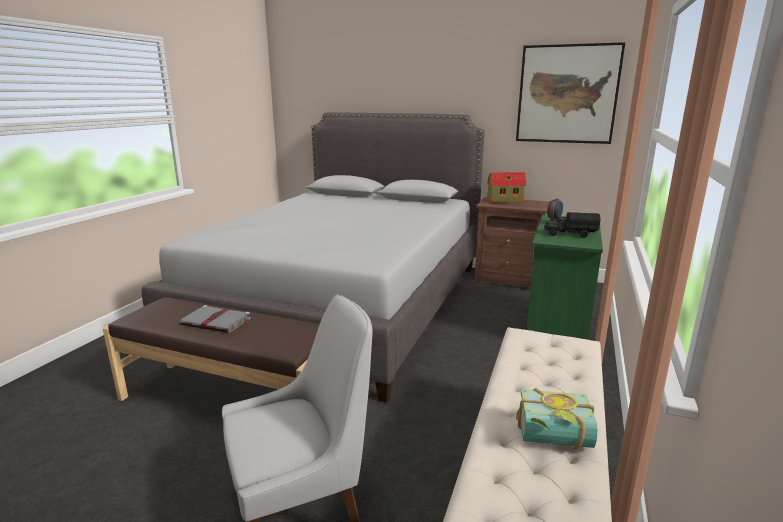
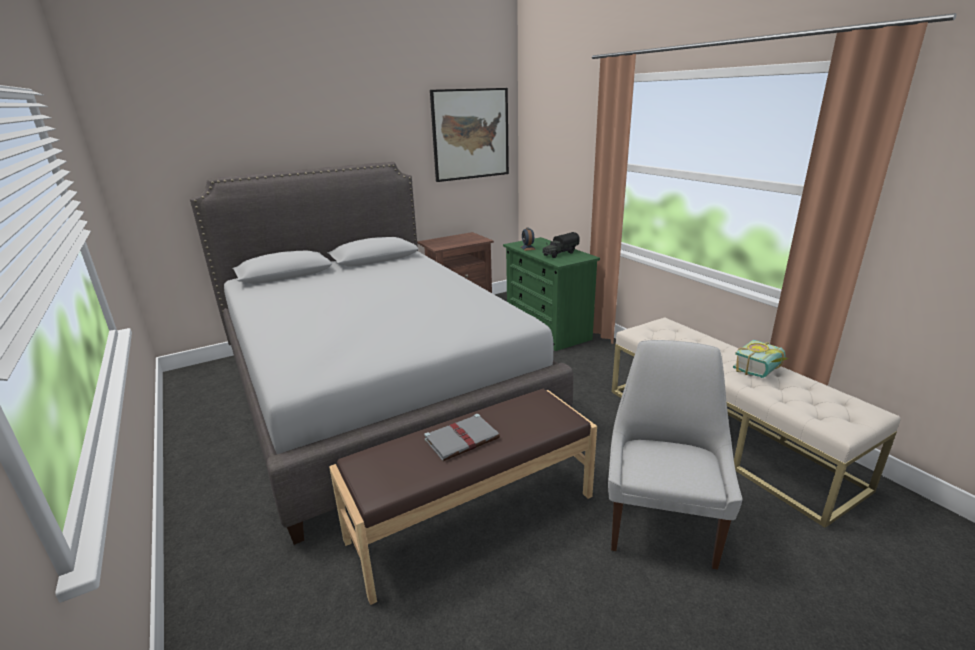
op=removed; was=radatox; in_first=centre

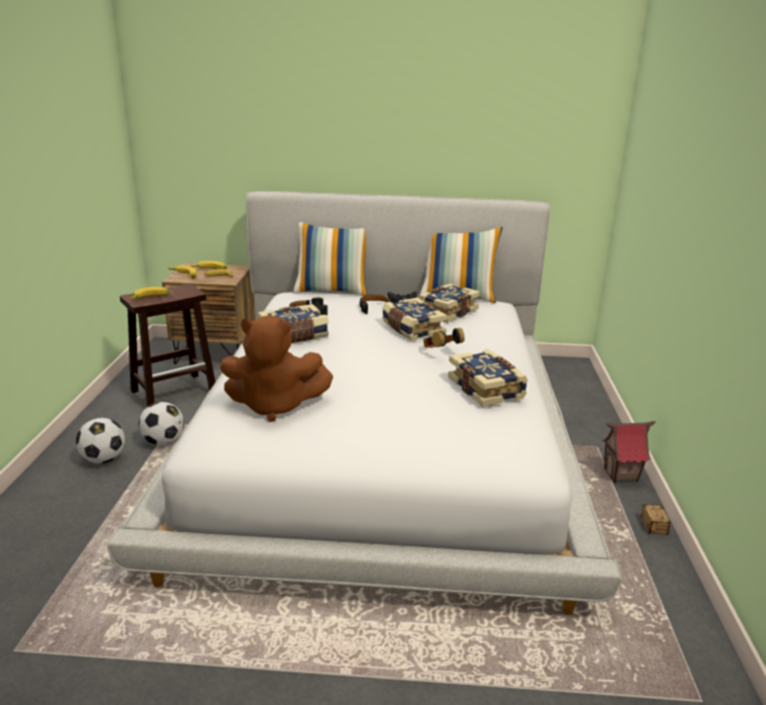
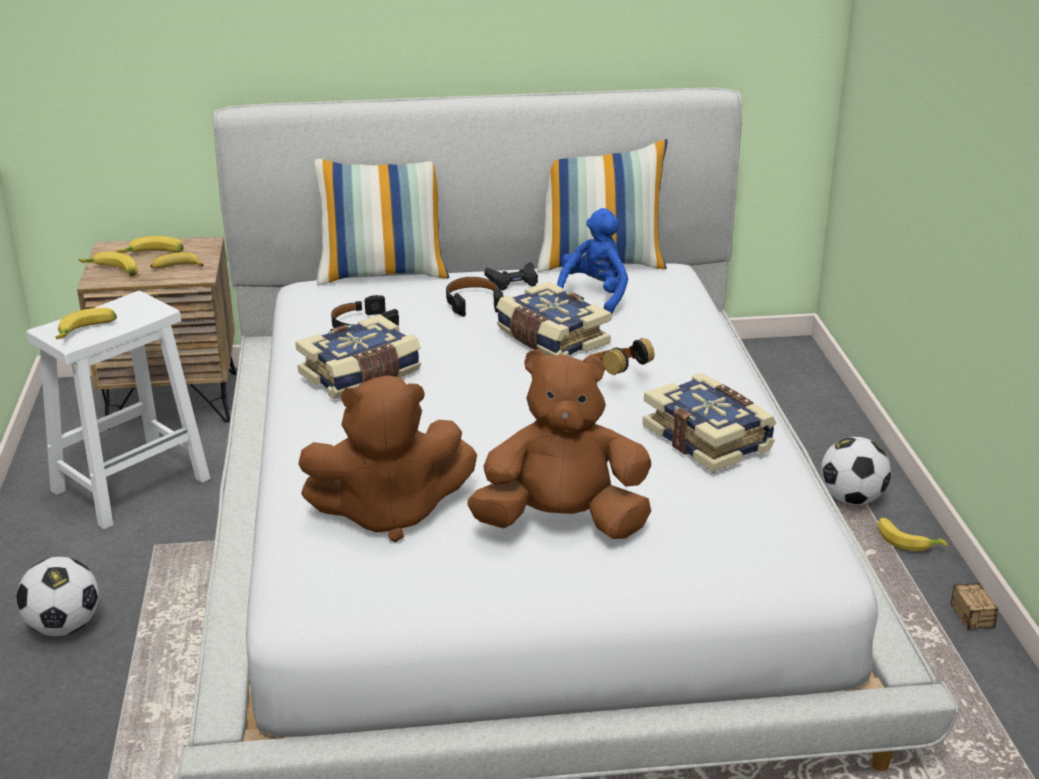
op=recoloured; was=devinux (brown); now=devinux (white); in_first=middle left; in_second=middle left
op=added; now=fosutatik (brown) (2nd from left); in_second=centre
op=replaced; was=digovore (3rd from left); now=fosutatik (blue); in_first=centre; in_second=centre
op=moved; was=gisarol (2nd from left); in_first=middle left; in_second=middle right
op=replaced; was=radatox; now=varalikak (5th from left); in_first=middle right; in_second=bottom right

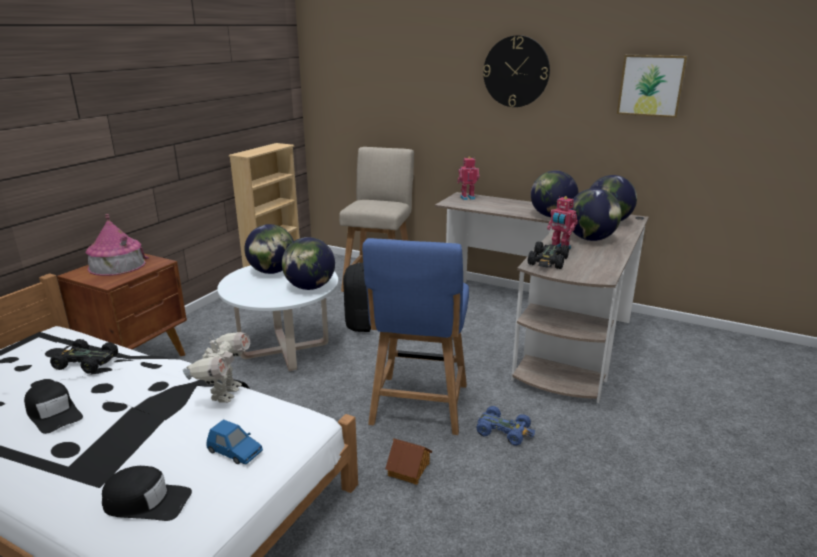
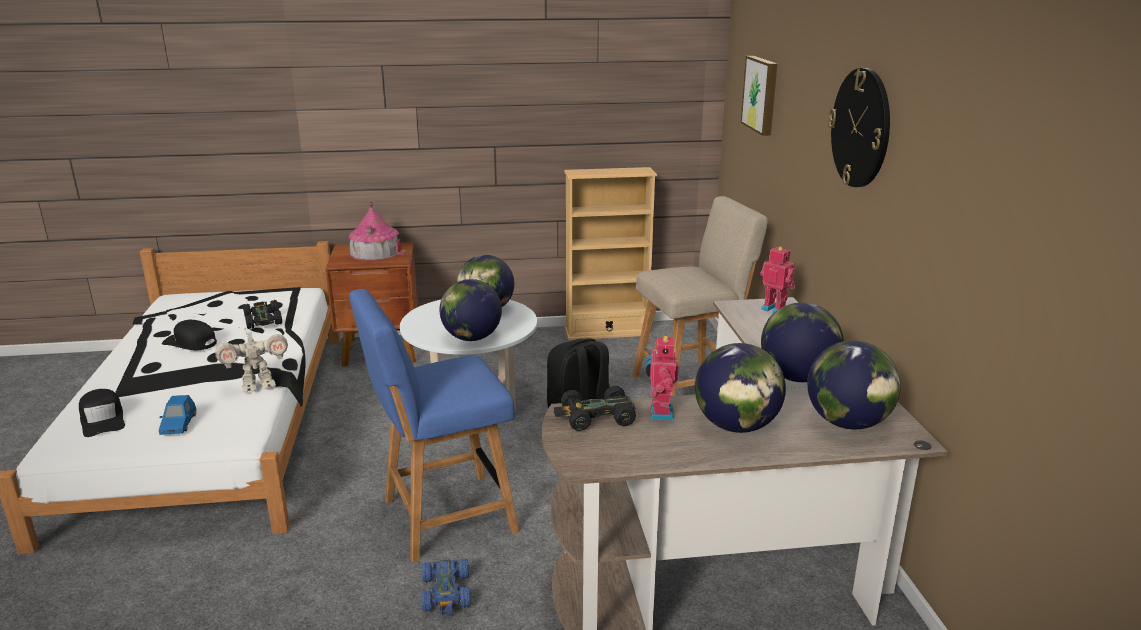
op=turned; was=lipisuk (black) (1st from left in the first image); in_first=bottom left; in_second=middle left; clockwise=105
op=moved; was=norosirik; in_first=top right; in_second=top centre
op=removed; was=radatox (2nd from left); in_first=bottom centre

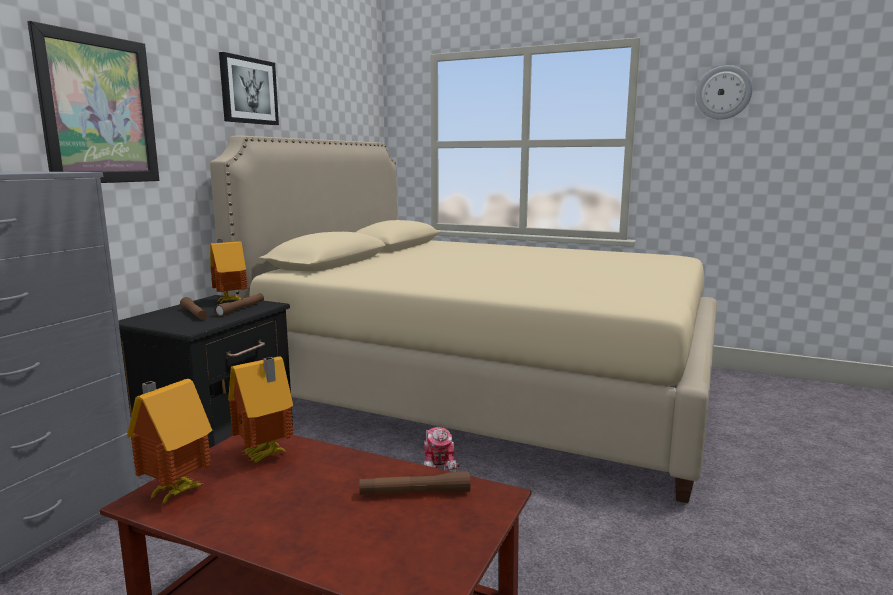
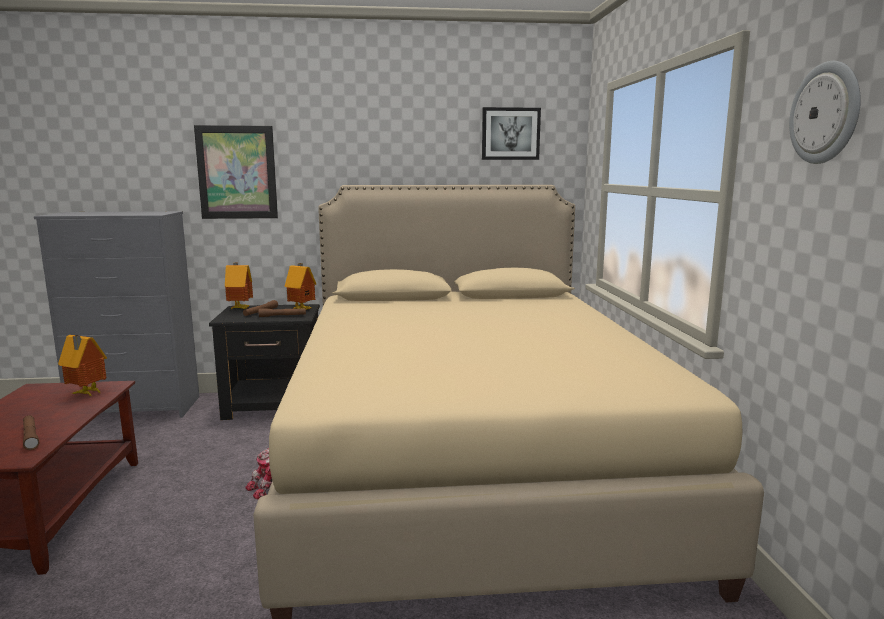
op=moved; was=radatox (1st from left in the first image); now=radatox (2nd from left); in_first=bottom left; in_second=middle left
op=moved; was=norosirik (2nd from left); in_first=top left; in_second=top centre

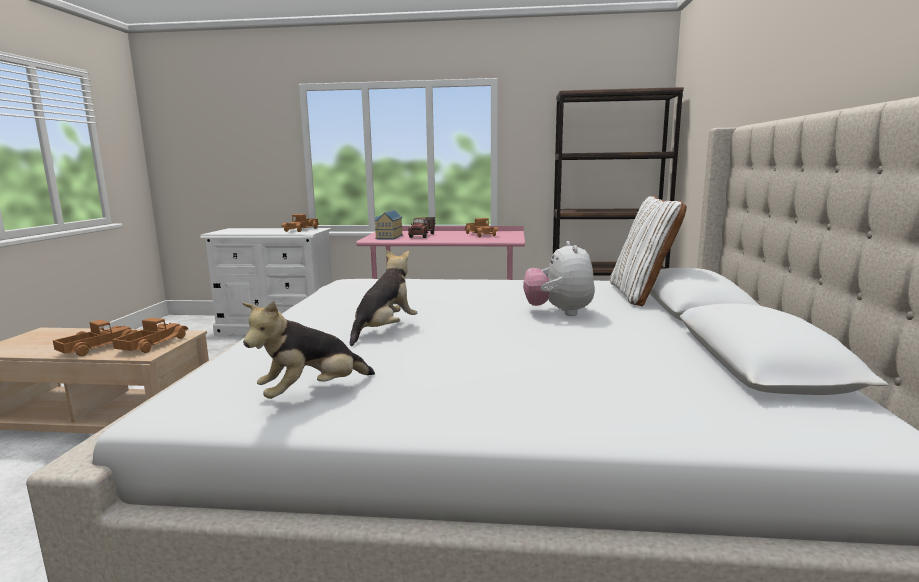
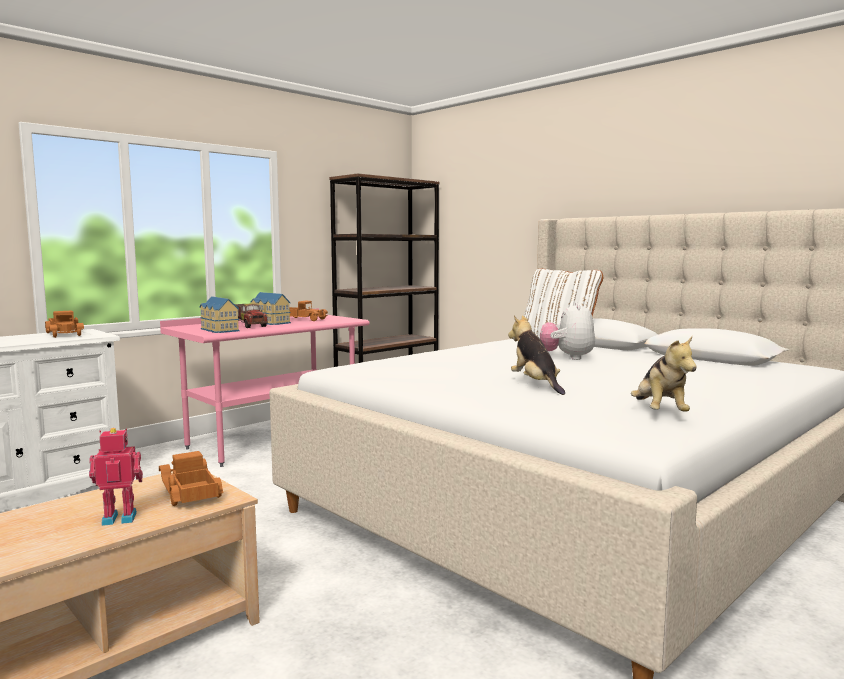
op=replaced; was=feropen (1st from left); now=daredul; in_first=middle left; in_second=bottom left
op=added; now=radatox (2nd from left); in_second=middle left
op=turned; was=fosutatik (3rd from left in the first image); in_first=centre; in_second=middle right; clockwise=60

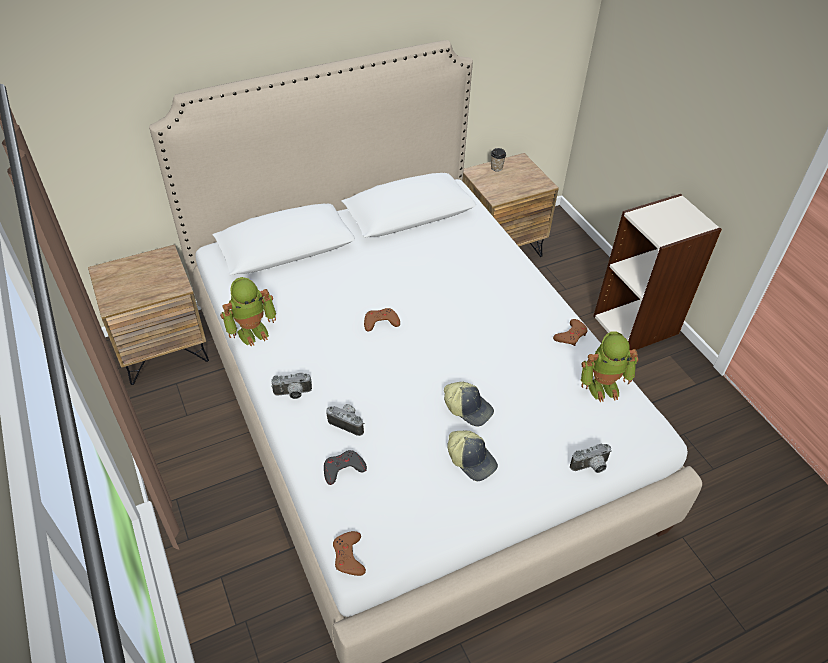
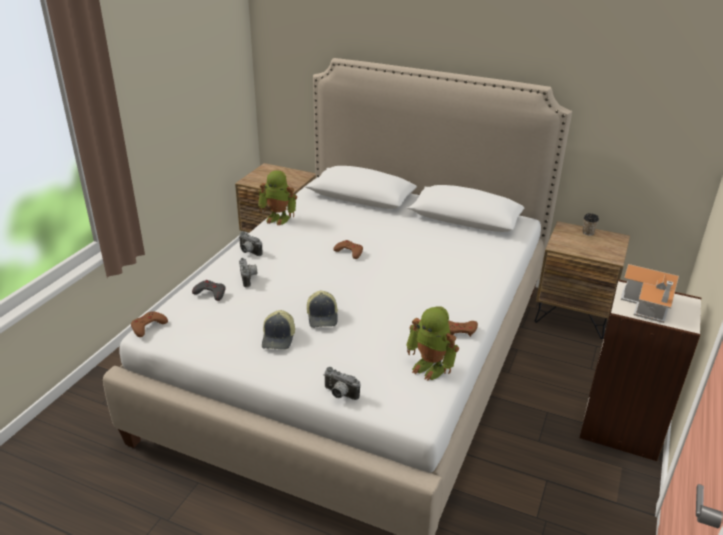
op=added; now=radatox; in_second=middle right

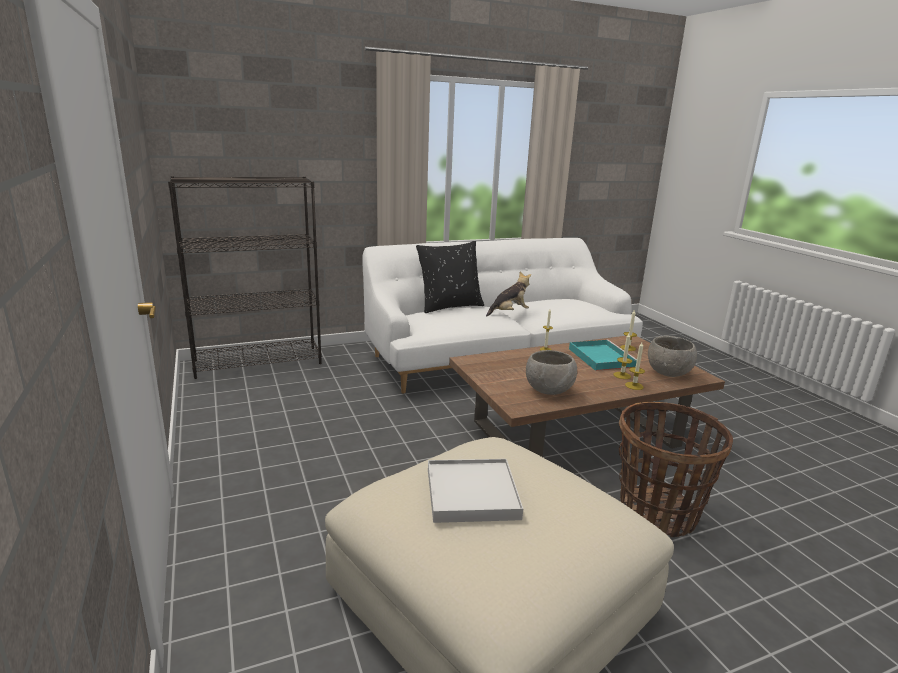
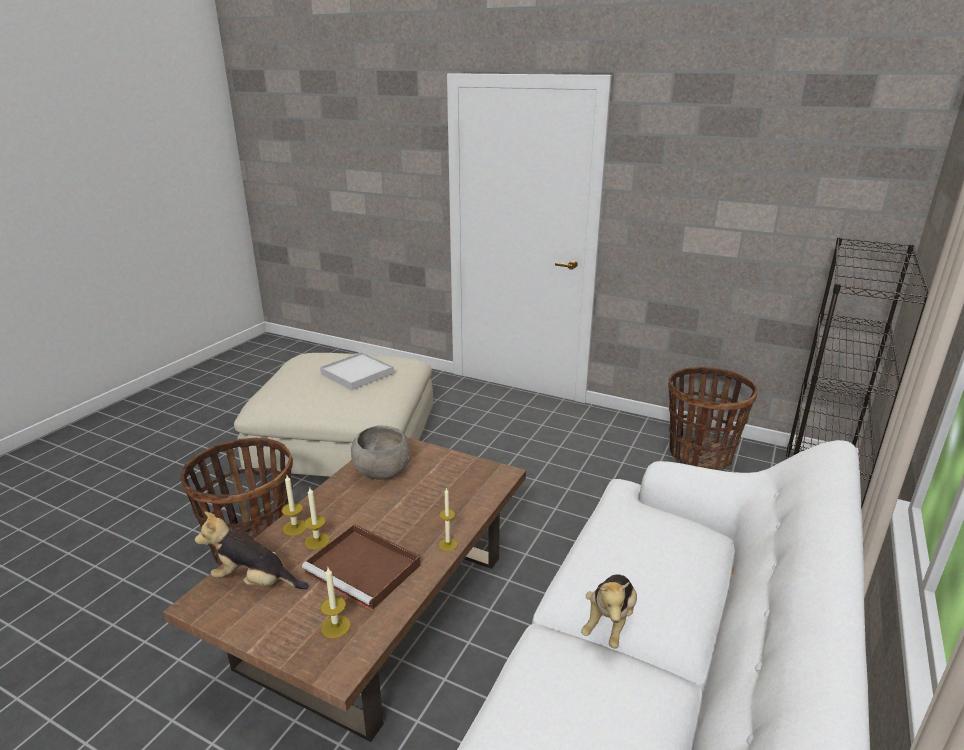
op=replaced; was=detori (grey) (2nd from left); now=fosutatik (1st from left); in_first=middle right; in_second=bottom left
op=recoloured; was=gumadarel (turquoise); now=gumadarel (brown); in_first=middle right; in_second=bottom centre
op=added; now=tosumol (2nd from left); in_second=middle right
op=removed; was=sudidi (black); in_first=centre

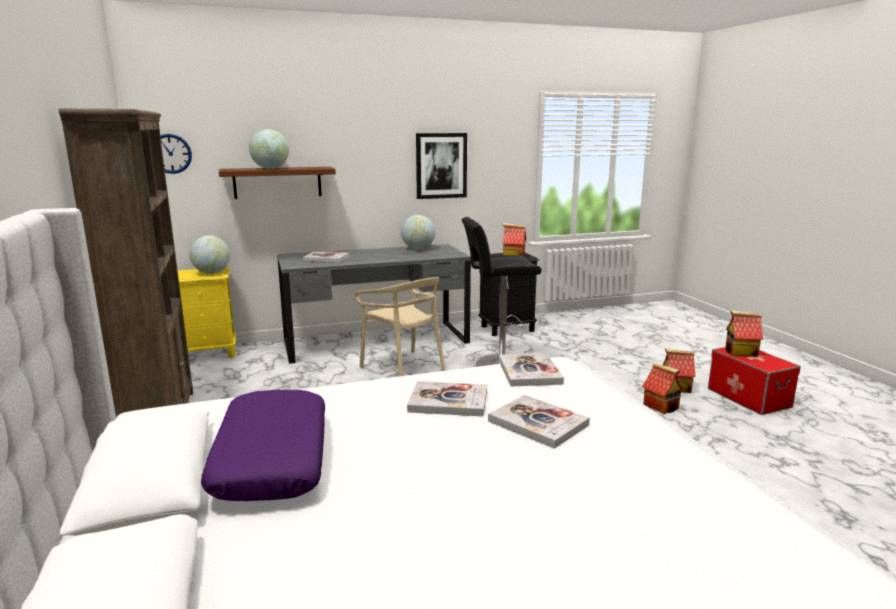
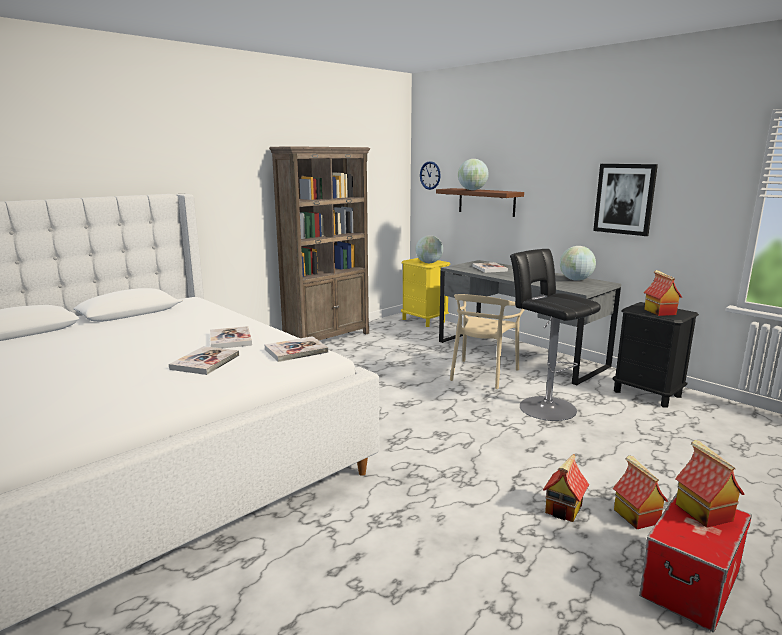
op=removed; was=sudidi (purple); in_first=bottom left

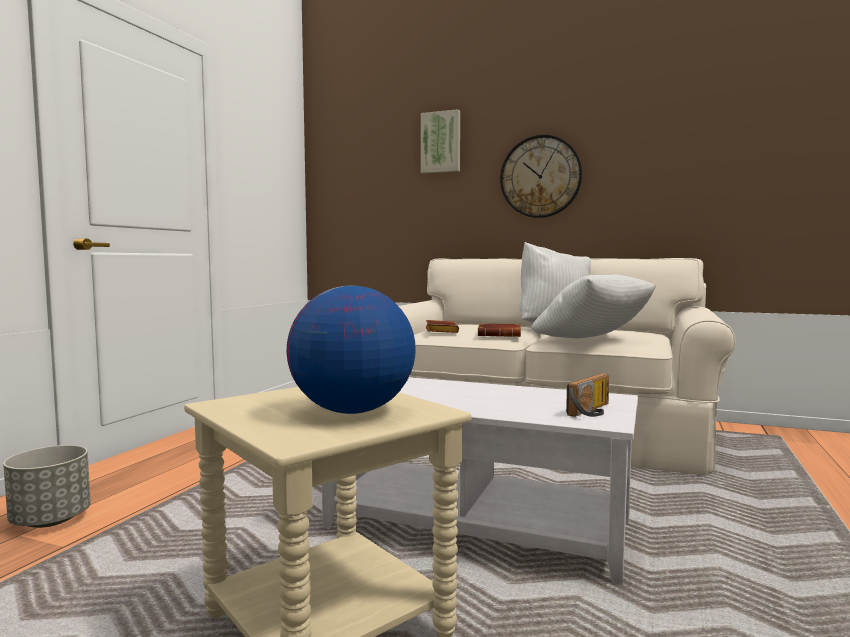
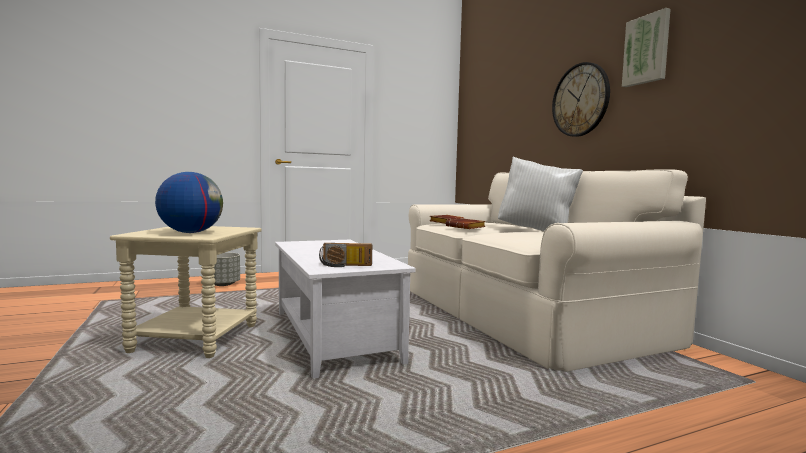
op=moved; was=norosirik; in_first=top centre; in_second=top right
op=removed; was=sudidi (white) (2nd from left); in_first=middle right

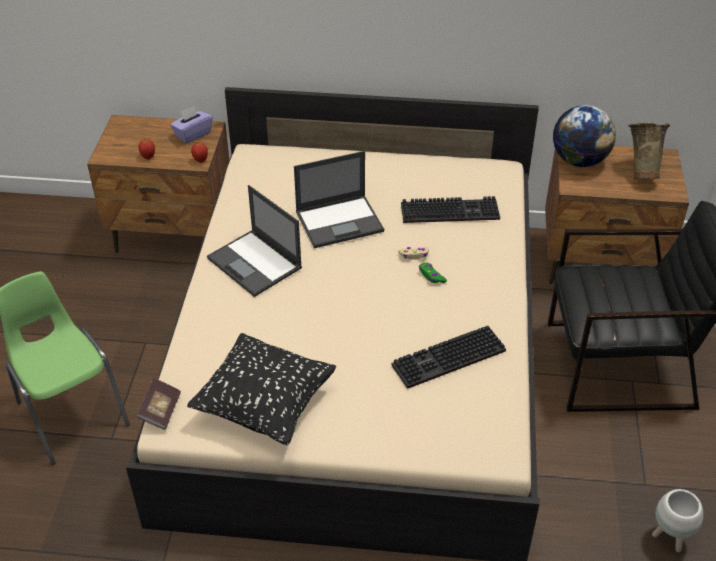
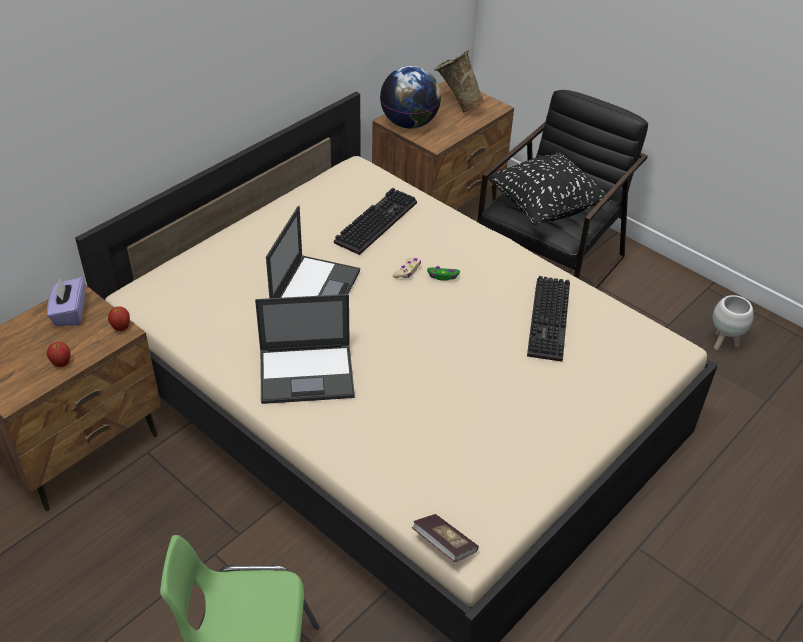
op=moved; was=sudidi (black); in_first=bottom centre; in_second=top right

